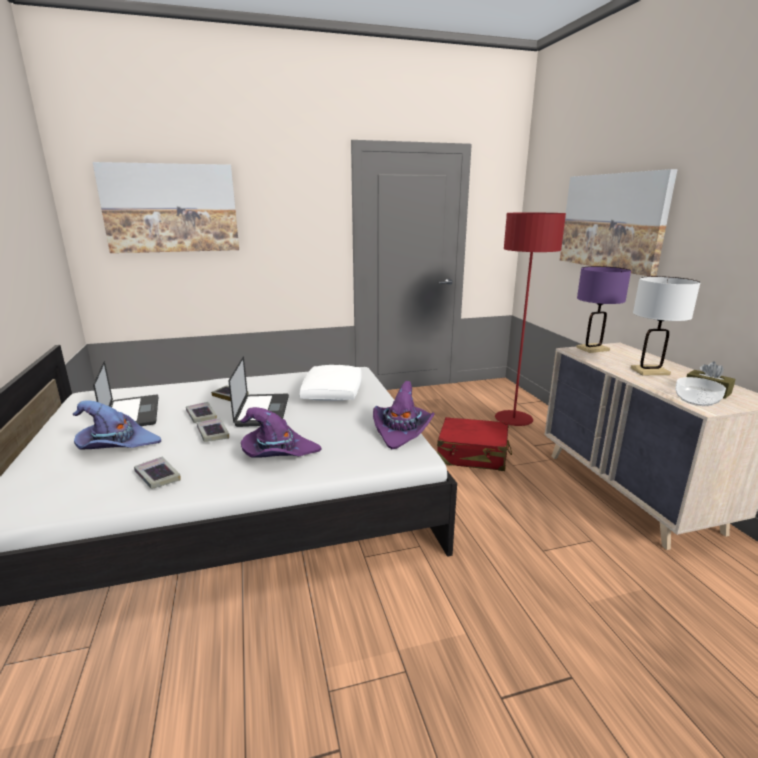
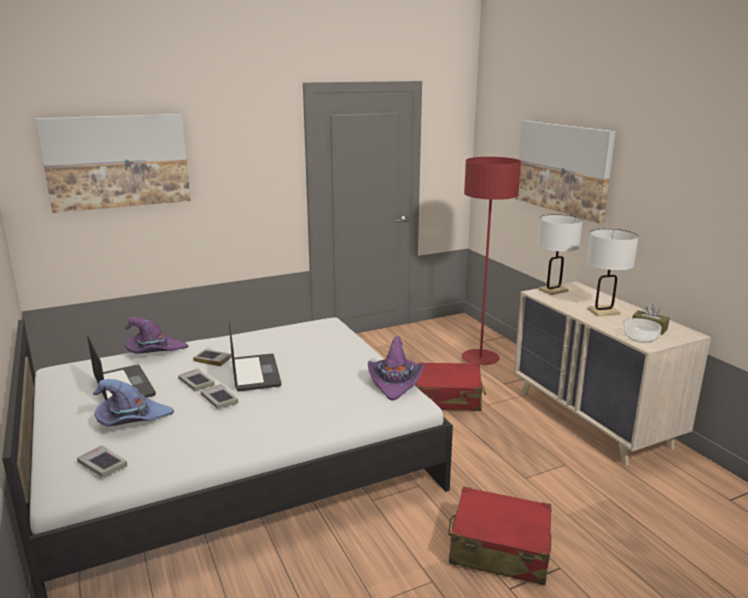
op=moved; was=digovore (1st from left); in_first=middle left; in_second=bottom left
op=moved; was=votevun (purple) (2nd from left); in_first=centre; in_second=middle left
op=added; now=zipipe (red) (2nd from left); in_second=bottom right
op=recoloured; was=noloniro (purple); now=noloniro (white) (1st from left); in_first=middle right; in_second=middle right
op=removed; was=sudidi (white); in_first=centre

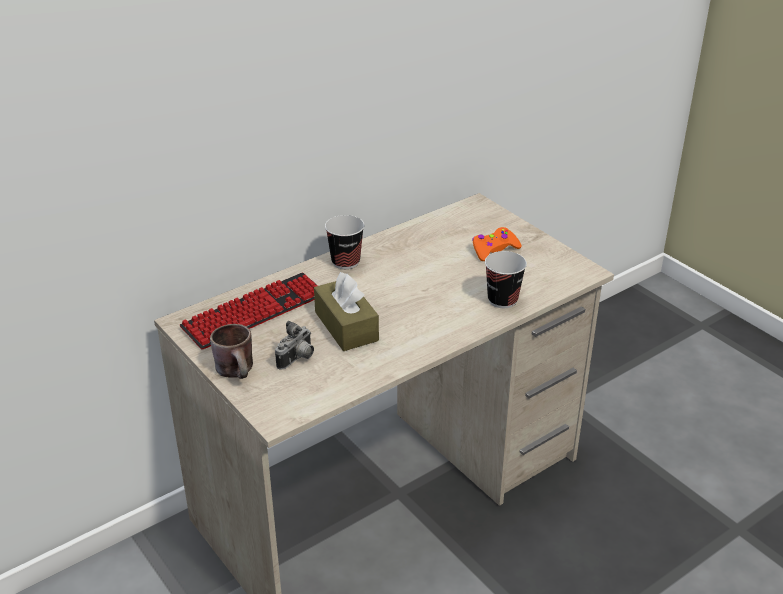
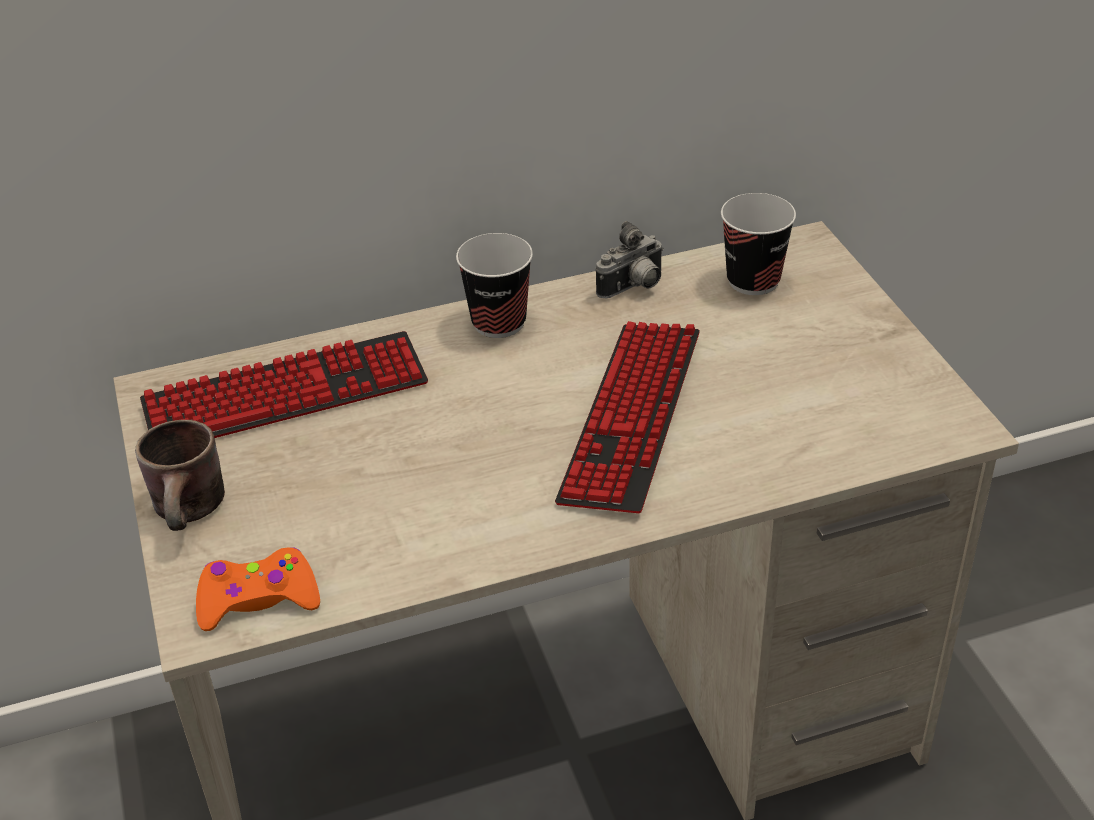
op=moved; was=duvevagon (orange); in_first=centre; in_second=bottom left
op=added; now=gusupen (2nd from left); in_second=centre
op=moved; was=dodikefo; in_first=centre; in_second=top centre
op=moved; was=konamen (2nd from left); in_first=centre; in_second=top right
op=removed; was=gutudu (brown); in_first=centre

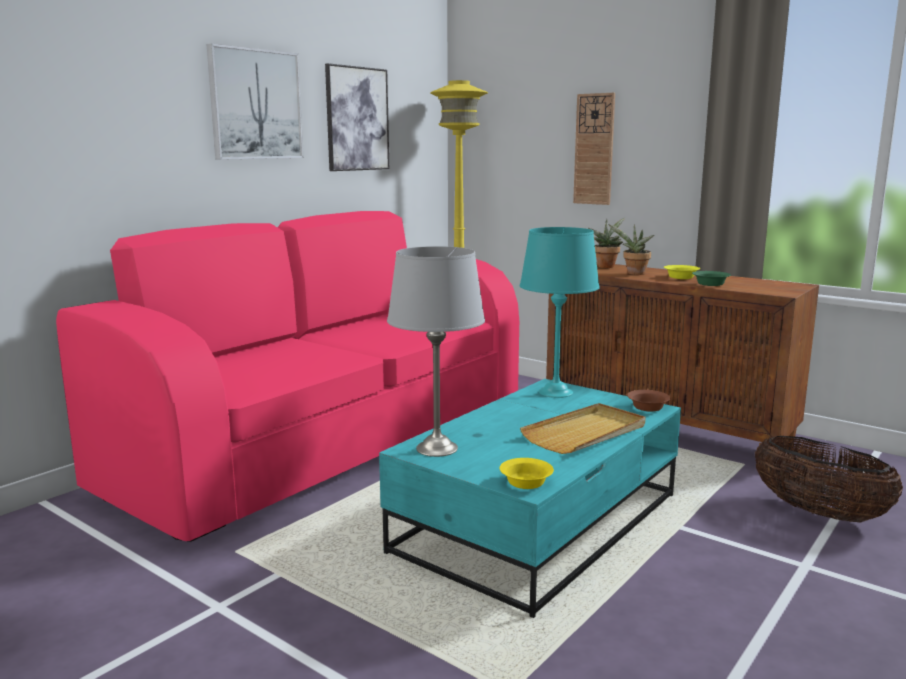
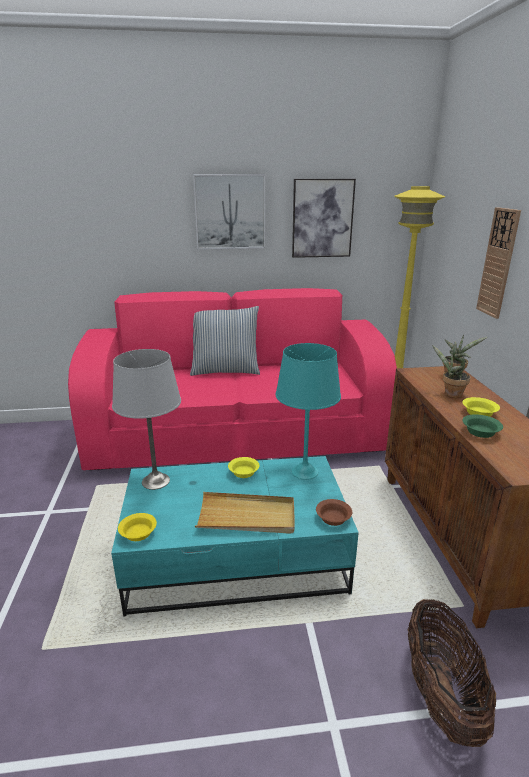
op=added; now=sudidi; in_second=centre
op=added; now=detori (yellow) (2nd from left); in_second=centre

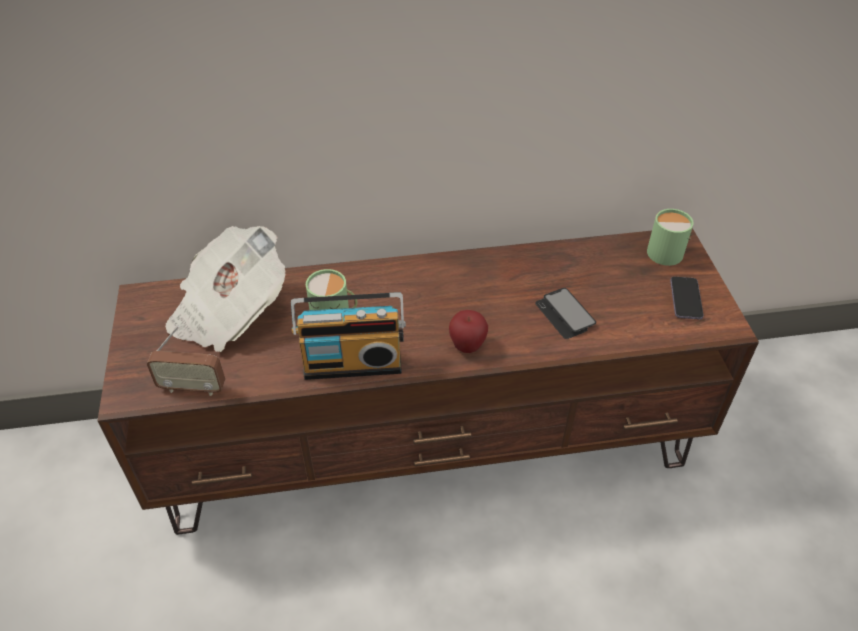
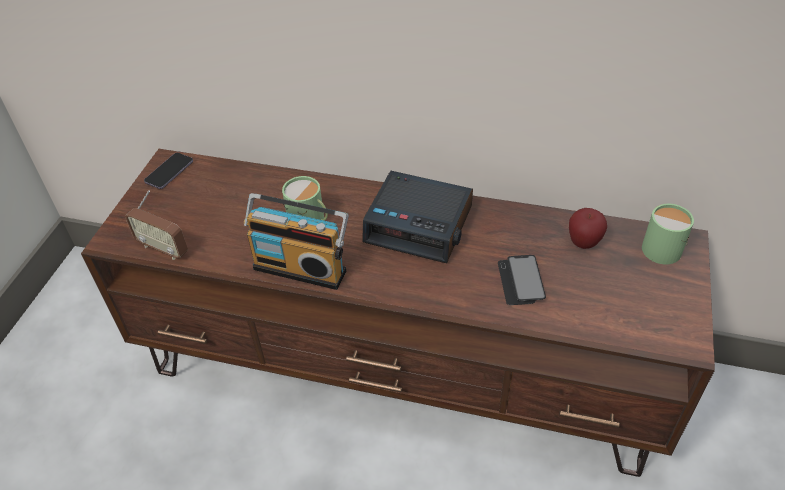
op=moved; was=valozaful (2nd from left in the first image); now=valozaful (1st from left); in_first=middle right; in_second=middle left
op=added; now=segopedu; in_second=centre
op=moved; was=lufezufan; in_first=centre; in_second=middle right
op=removed; was=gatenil; in_first=middle left

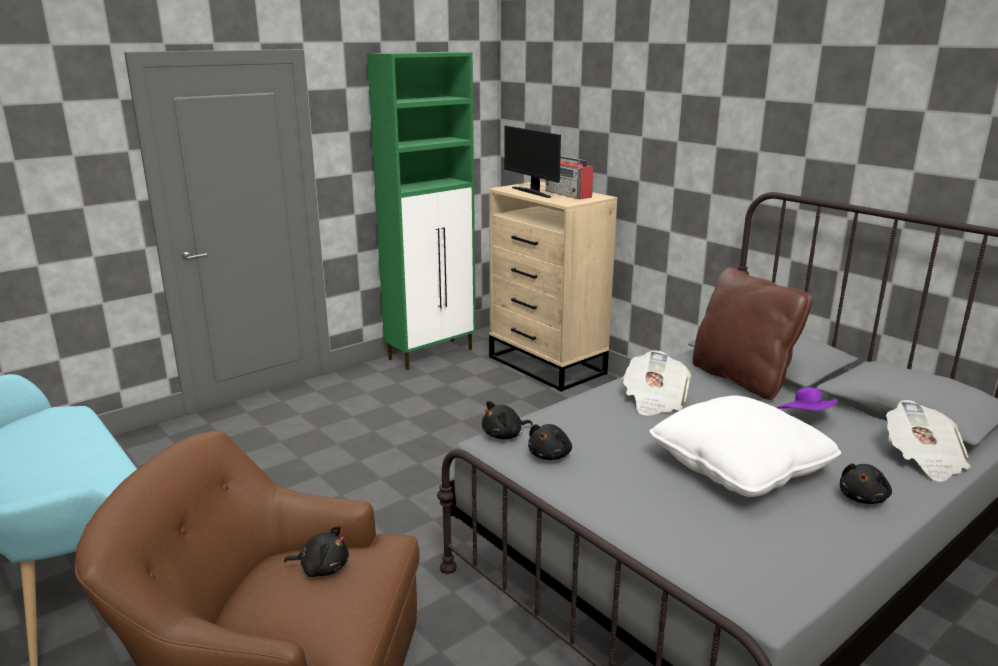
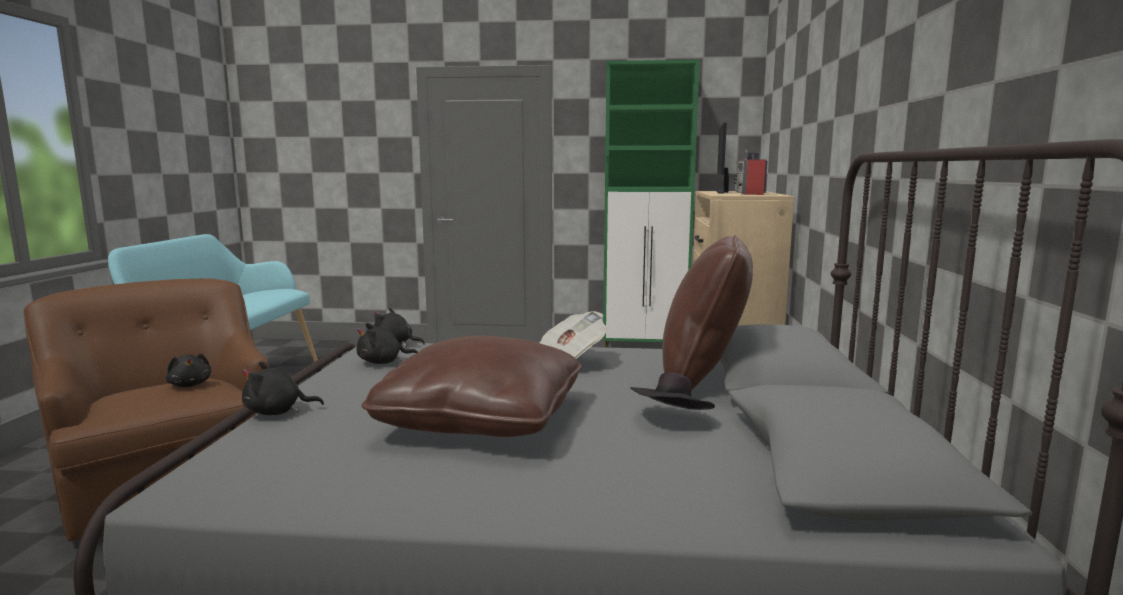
op=moved; was=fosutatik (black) (4th from left in the first image); now=fosutatik (black) (2nd from left); in_first=bottom right; in_second=middle left
op=recoloured; was=sudidi (white); now=sudidi (brown) (1st from left); in_first=bottom right; in_second=centre
op=recoloured; was=votevun (purple); now=votevun (black); in_first=middle right; in_second=centre
op=removed; was=gatenil (2nd from left); in_first=middle right

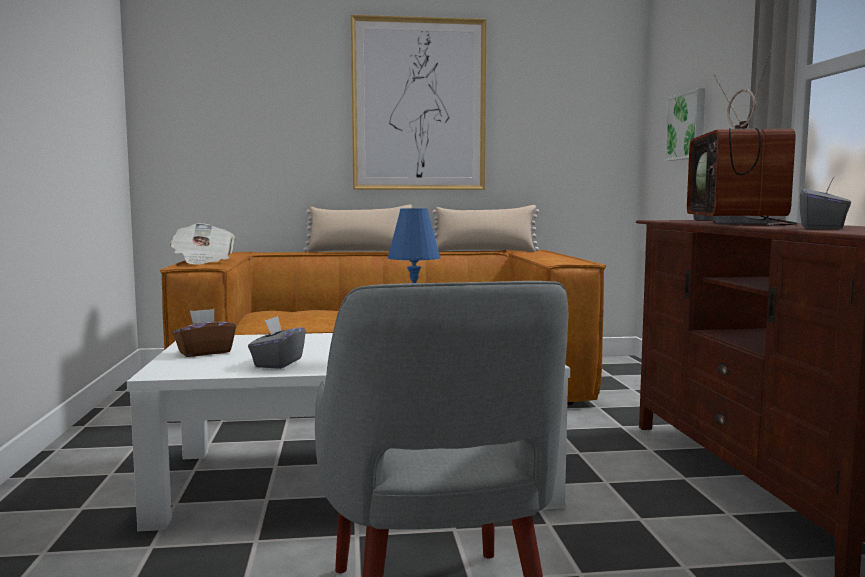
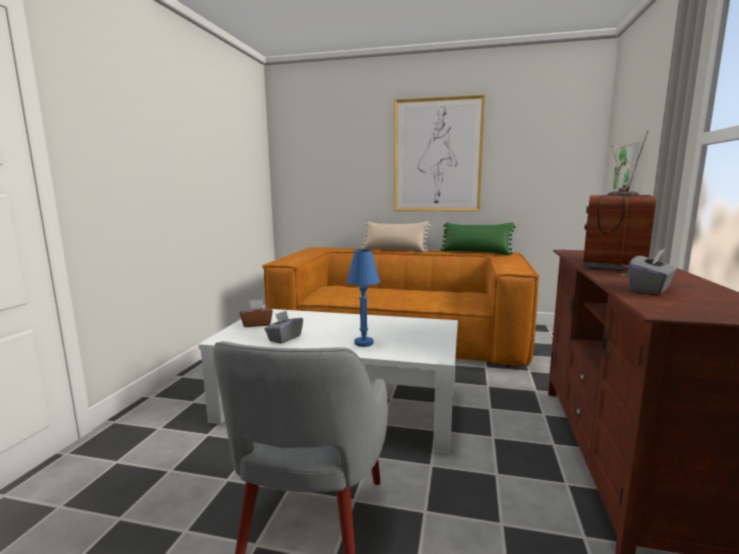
op=recoloured; was=sudidi (beige) (2nd from left); now=sudidi (green); in_first=centre; in_second=centre
op=removed; was=gatenil; in_first=middle left

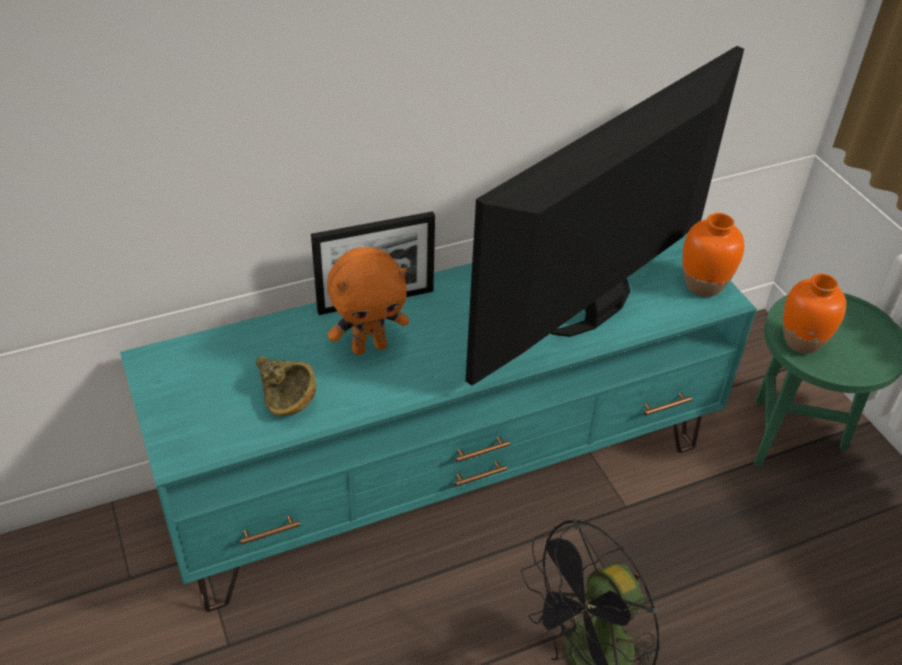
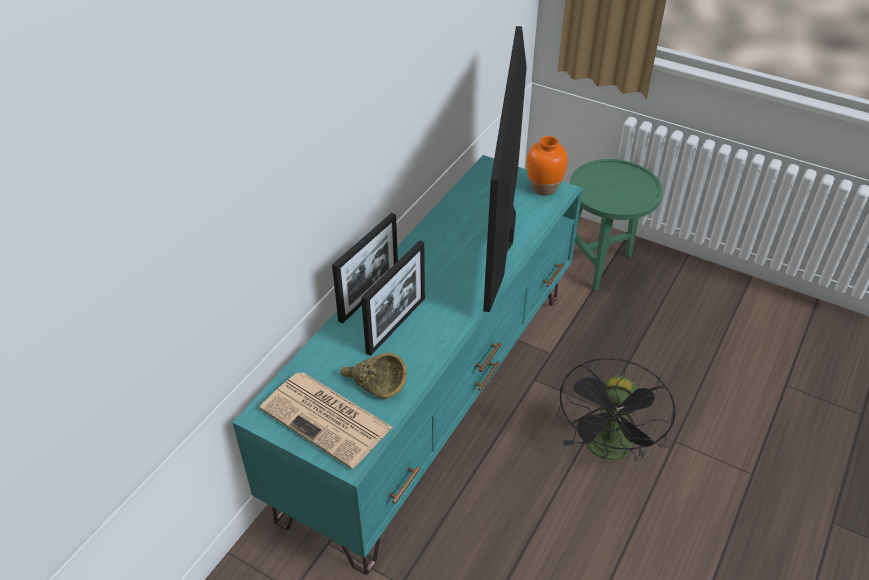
op=added; now=gatenil; in_second=bottom centre
op=replaced; was=fosutatik (orange); now=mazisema (2nd from left); in_first=centre; in_second=centre
op=removed; was=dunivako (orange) (2nd from left); in_first=middle right

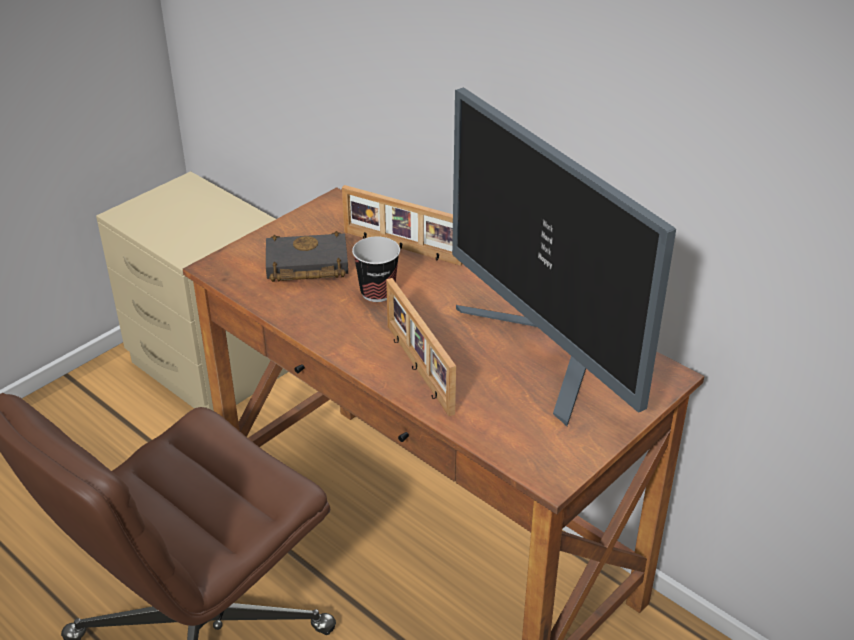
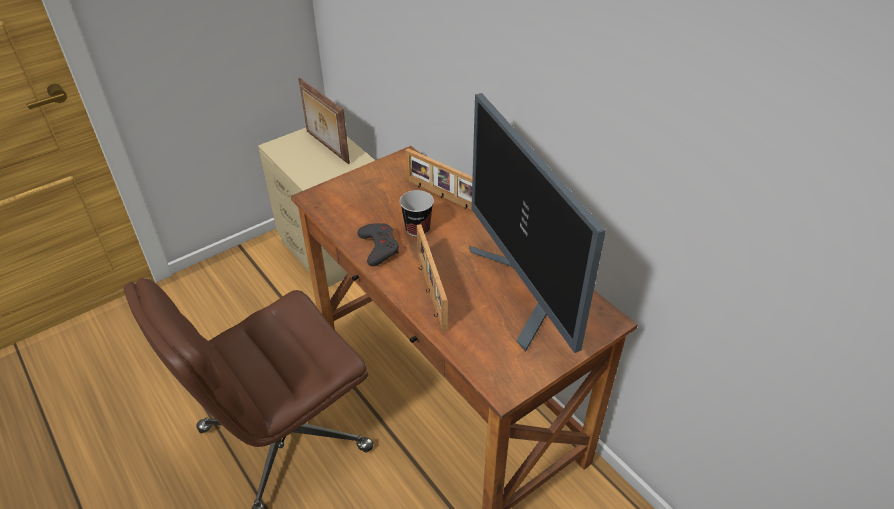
op=added; now=mazisema (1st from left); in_second=top centre
op=added; now=duvevagon (grey); in_second=centre
op=removed; was=digovore (black); in_first=centre

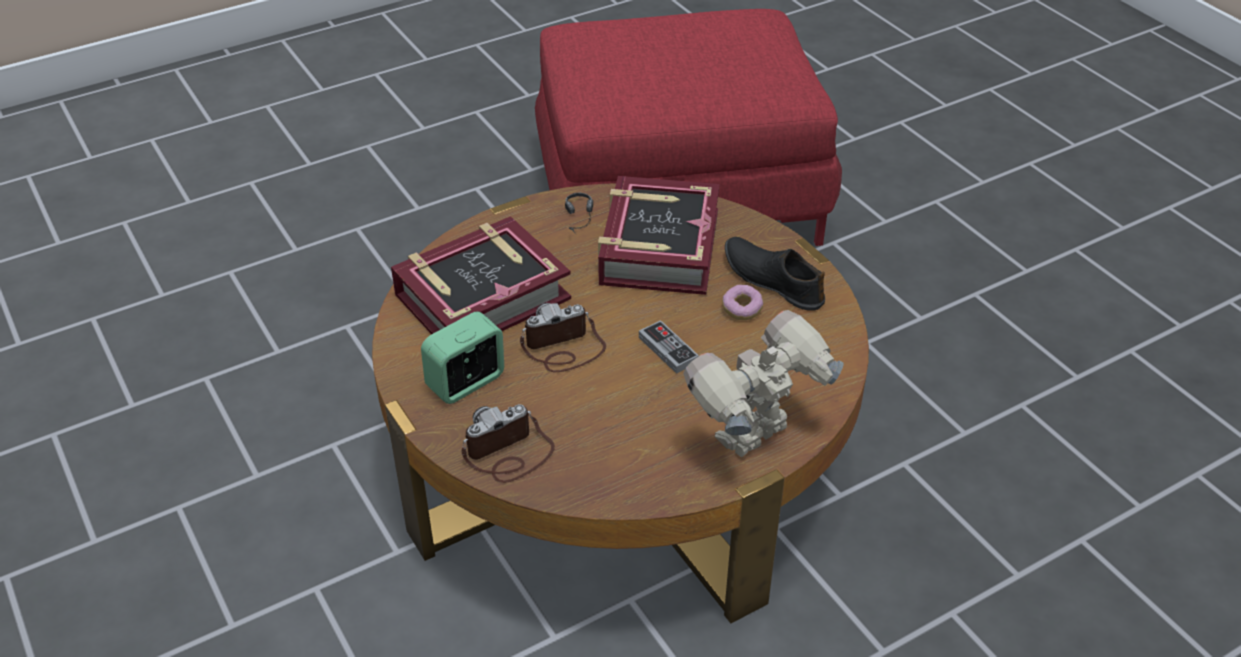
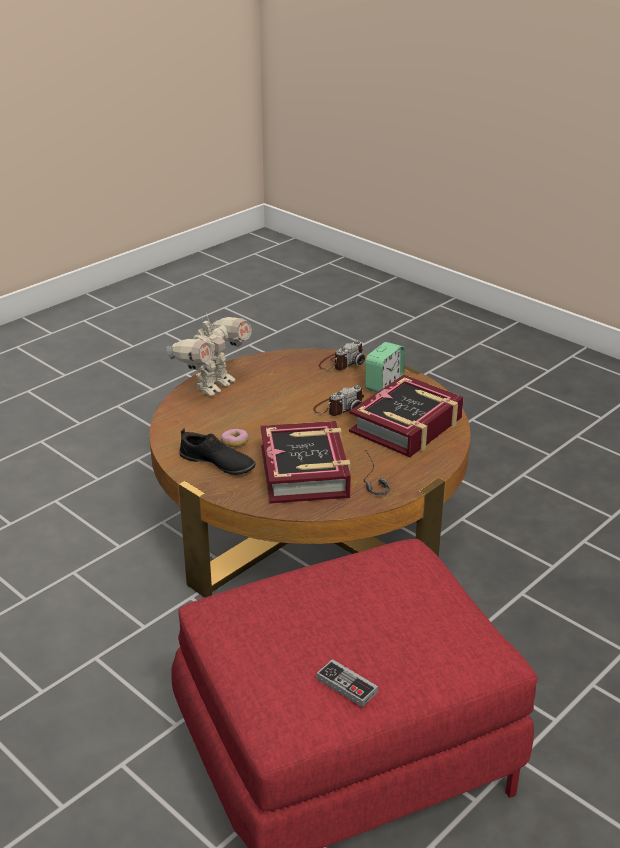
op=moved; was=duvevagon; in_first=centre; in_second=bottom centre

